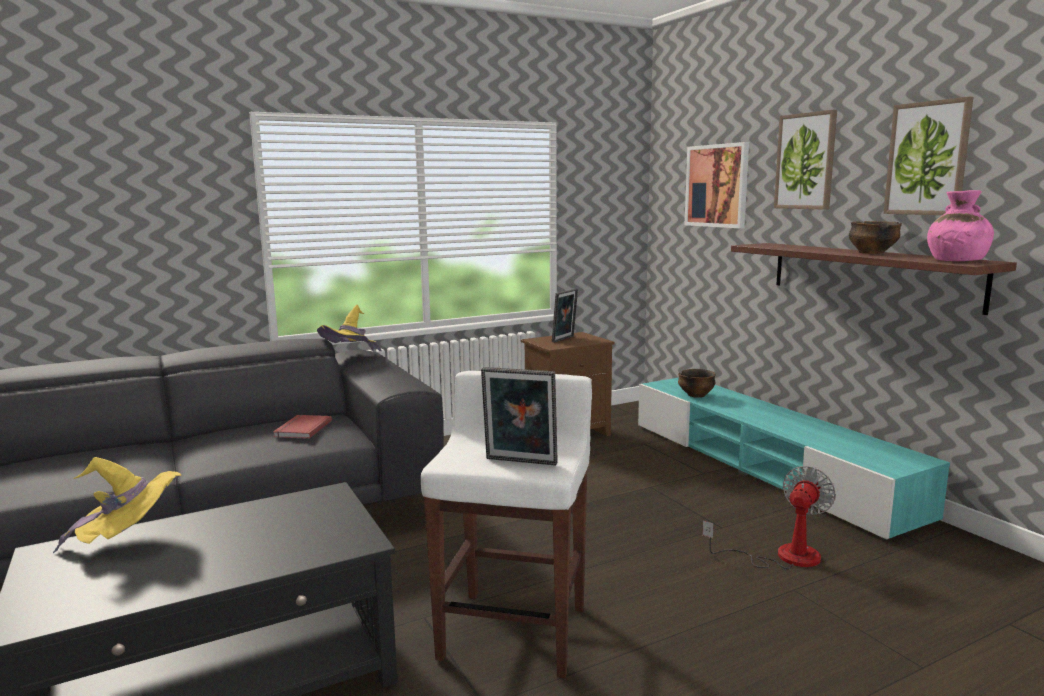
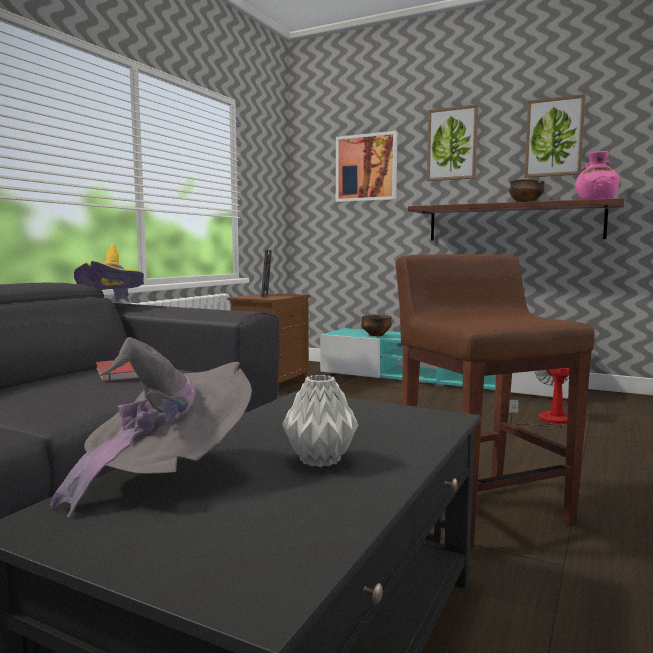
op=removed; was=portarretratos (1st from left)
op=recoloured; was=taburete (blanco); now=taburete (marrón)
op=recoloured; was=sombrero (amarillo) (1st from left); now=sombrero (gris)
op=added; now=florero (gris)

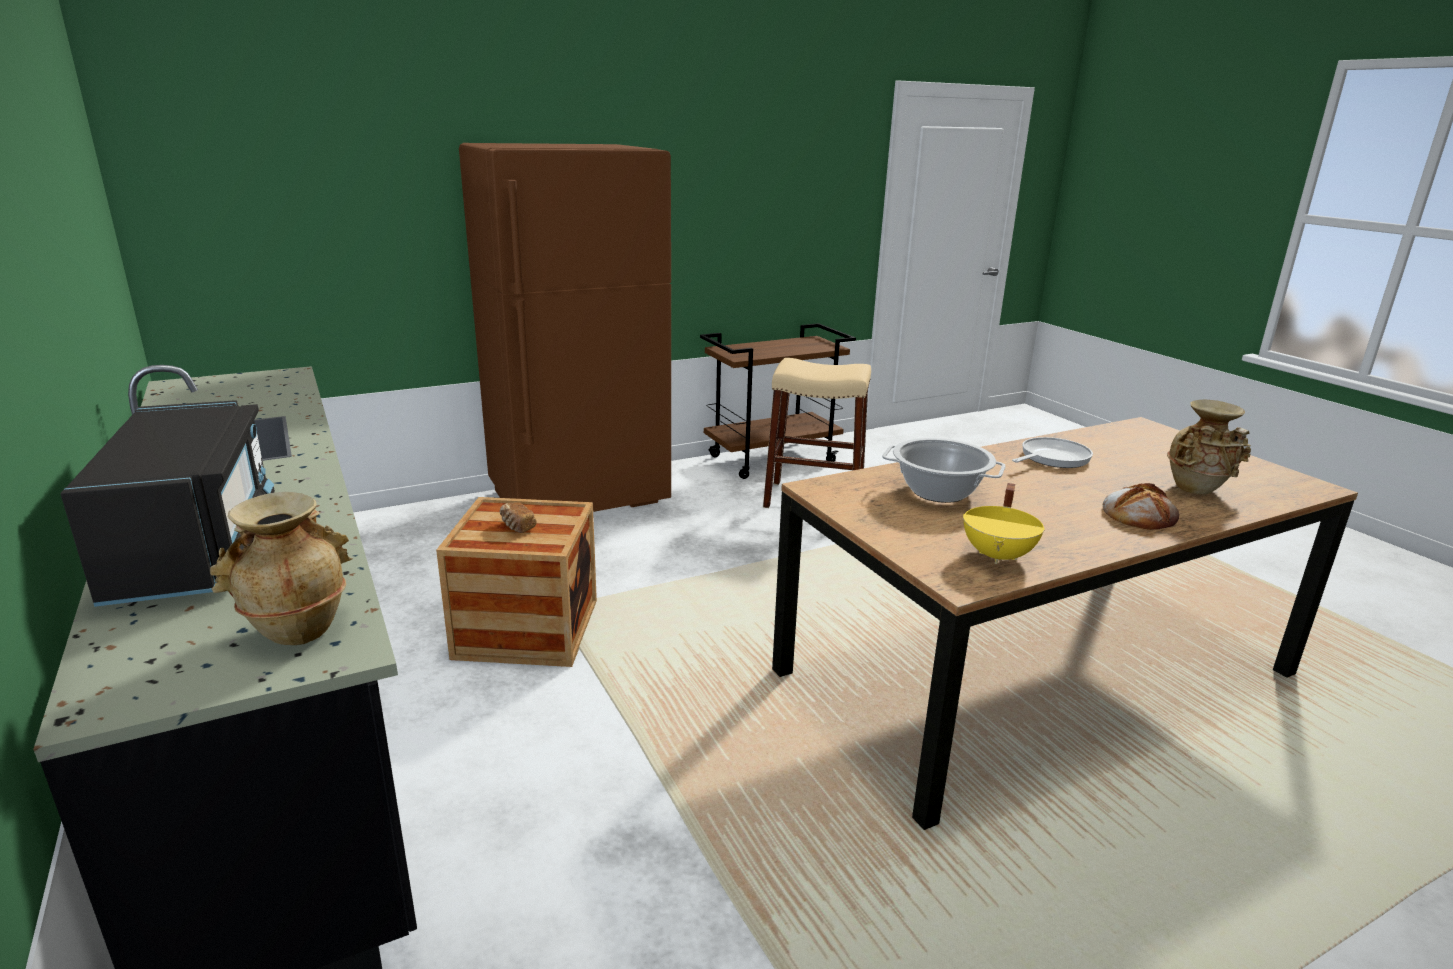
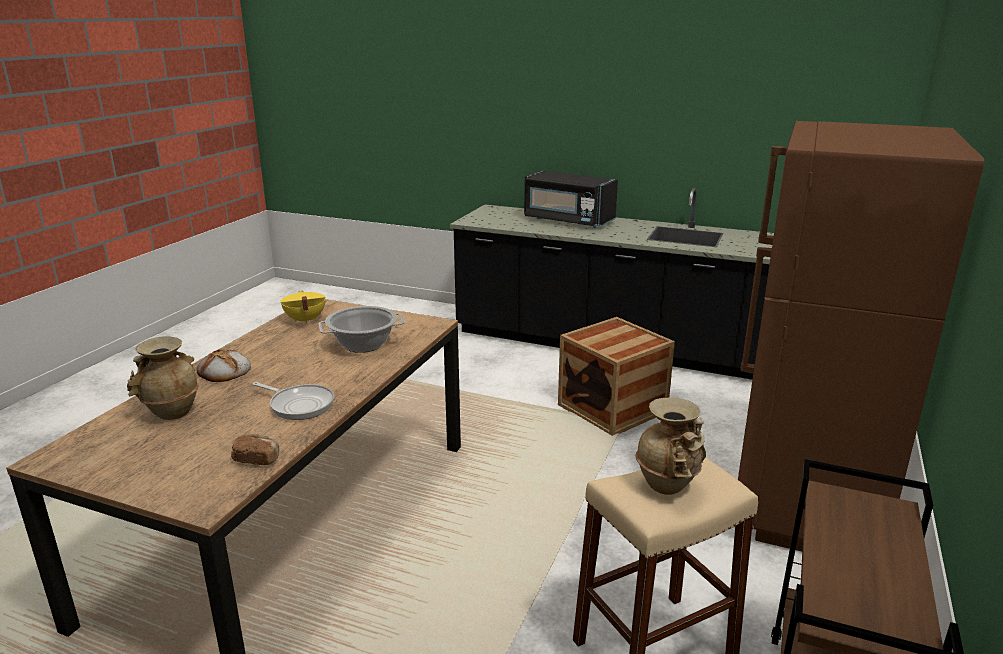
op=turned; was=sartén; clockwise=-75
op=moved; was=florero (beis) (1st from left in the first image); now=florero (beis) (2nd from left)
op=moved; was=pan (1st from left in the first image); now=pan (2nd from left)

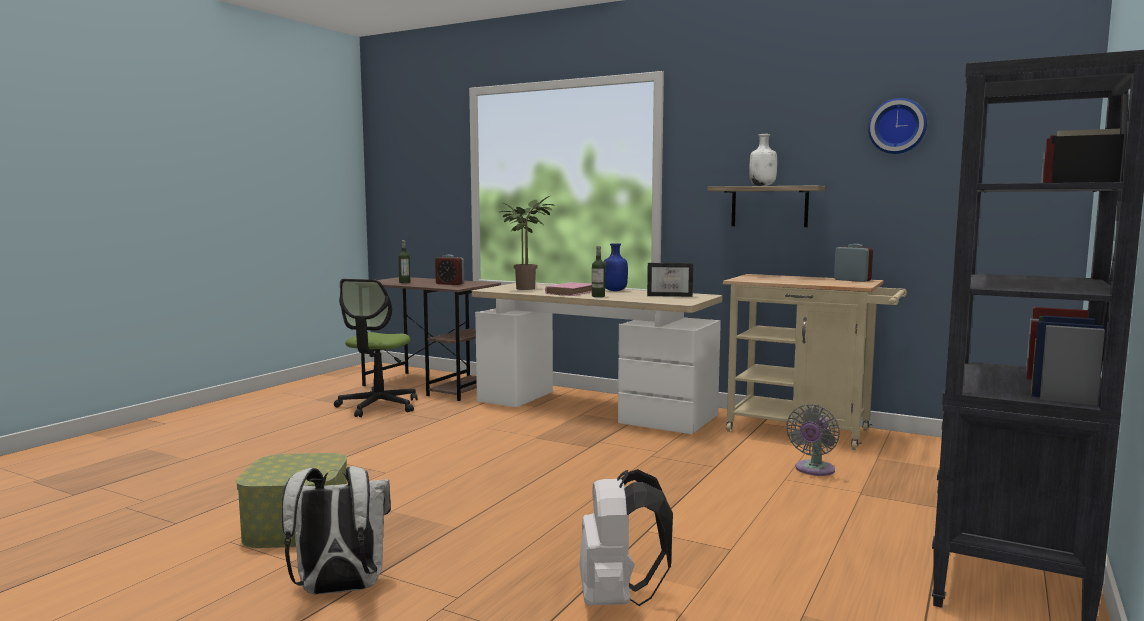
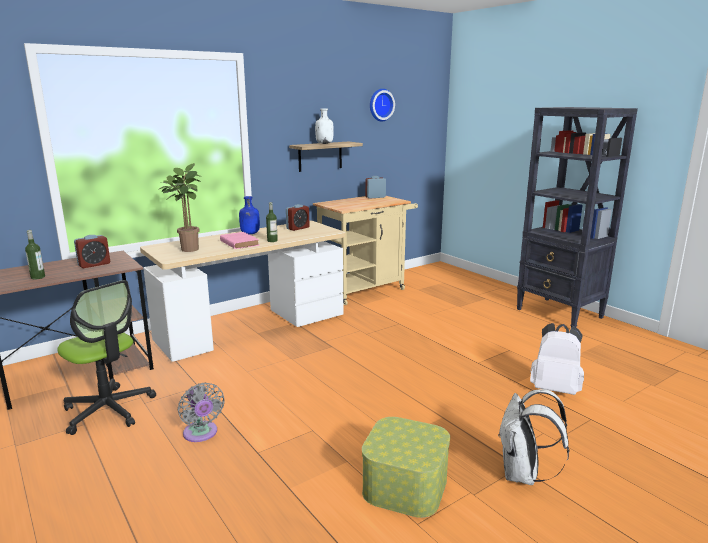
op=replaced; was=portarretratos; now=despertador (2nd from left)
op=moved; was=ventilador (gris)

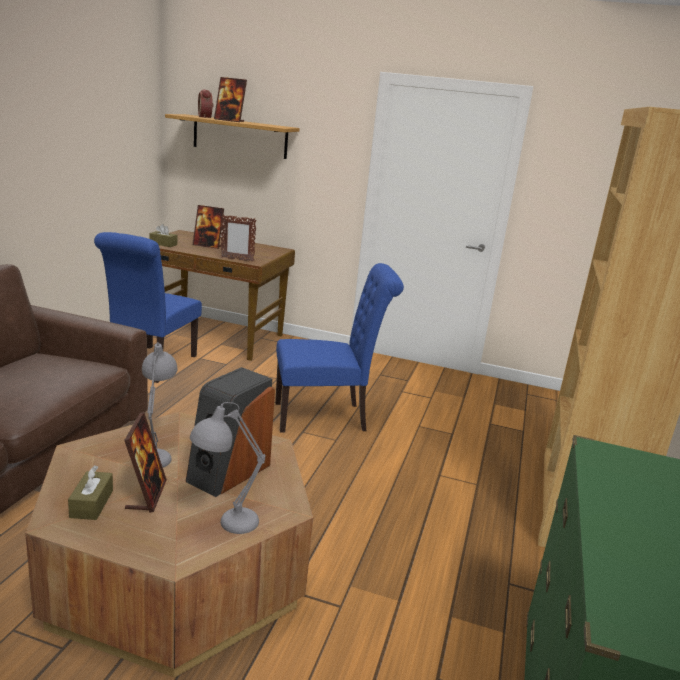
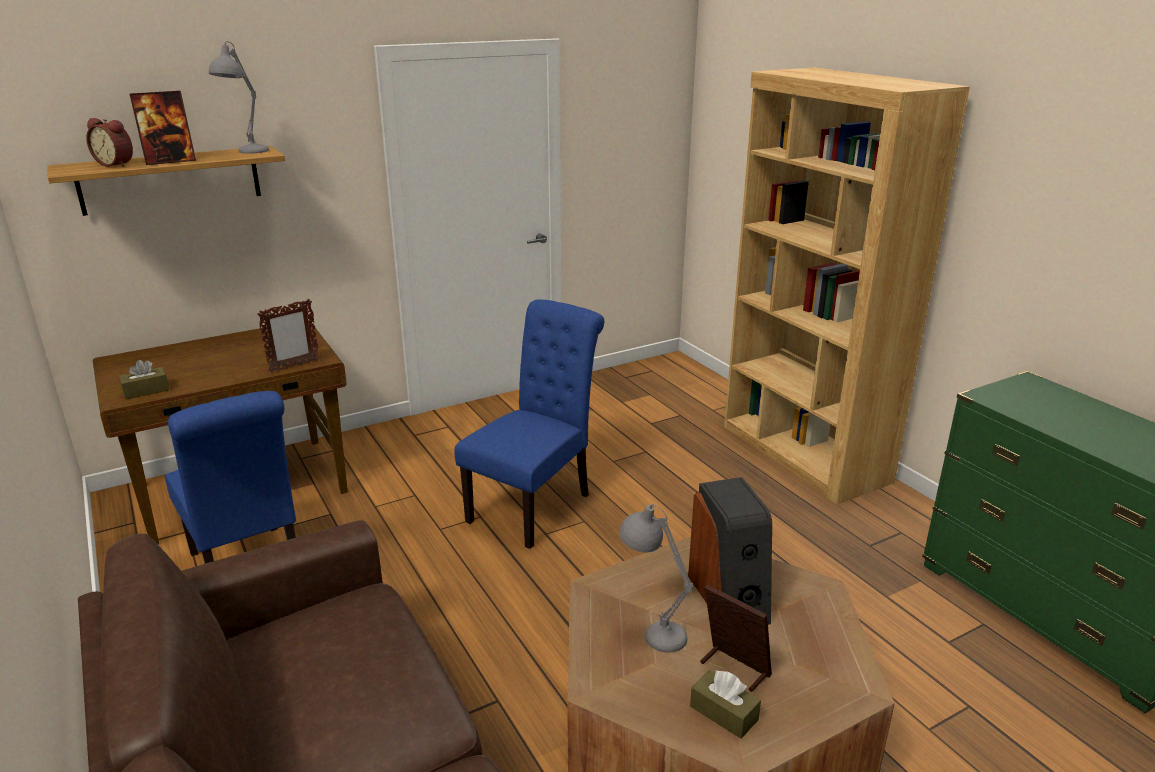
op=removed; was=portarretratos (2nd from left)
op=moved; was=lámpara de mesa (gris) (2nd from left in the first image); now=lámpara de mesa (gris) (1st from left)

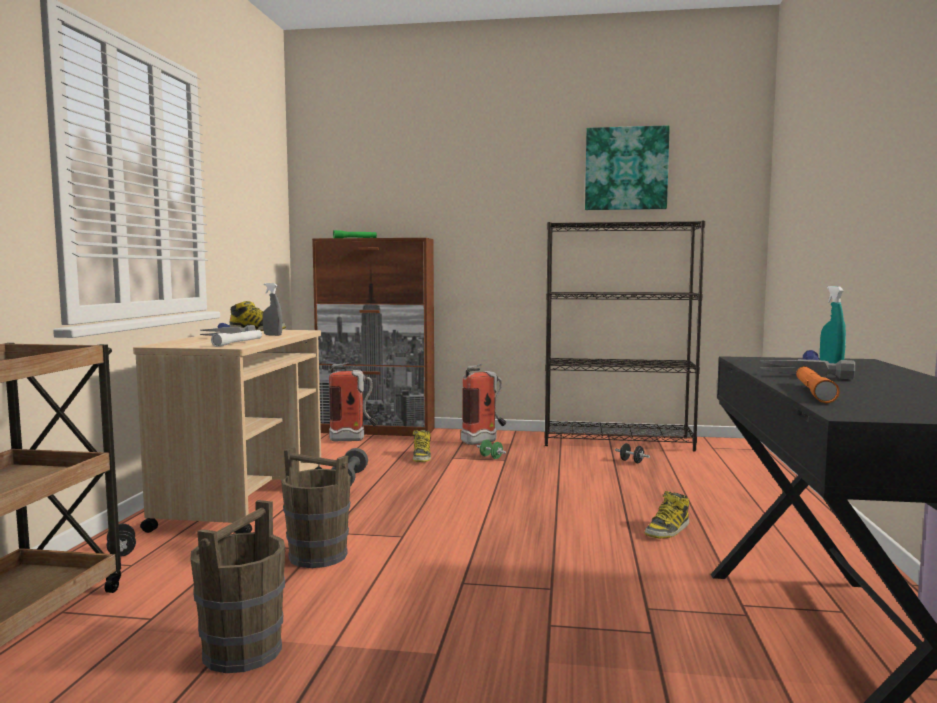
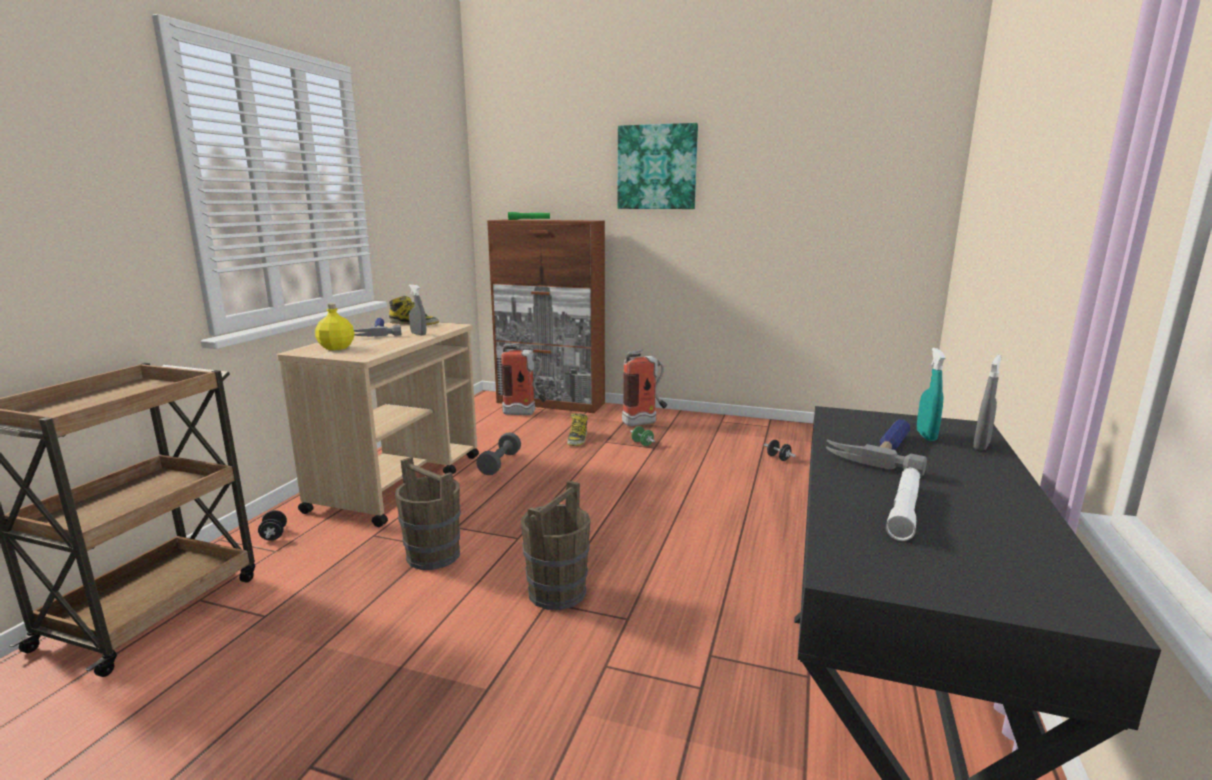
op=moved; was=cuadro
op=removed; was=estantería (negro)
op=moved; was=linterna (blanco)
op=removed; was=linterna (naranja)
op=removed; was=bota (3rd from left)
op=moved; was=cubo (marrón) (1st from left in the first image); now=cubo (marrón) (2nd from left)
op=added; now=botella (amarillo)
op=added; now=pulverizador (gris) (2nd from left)

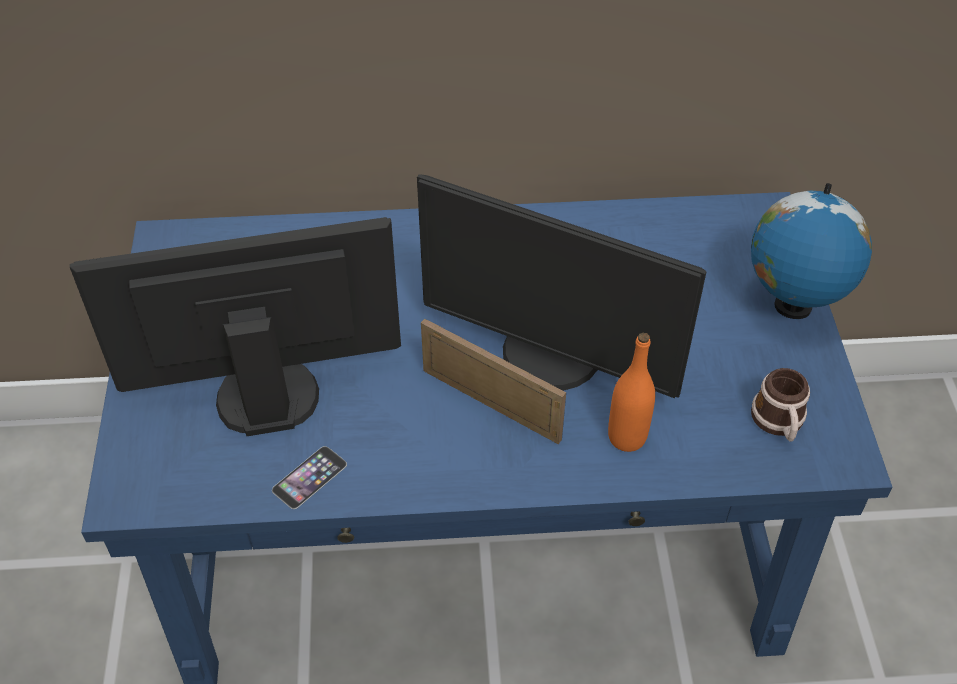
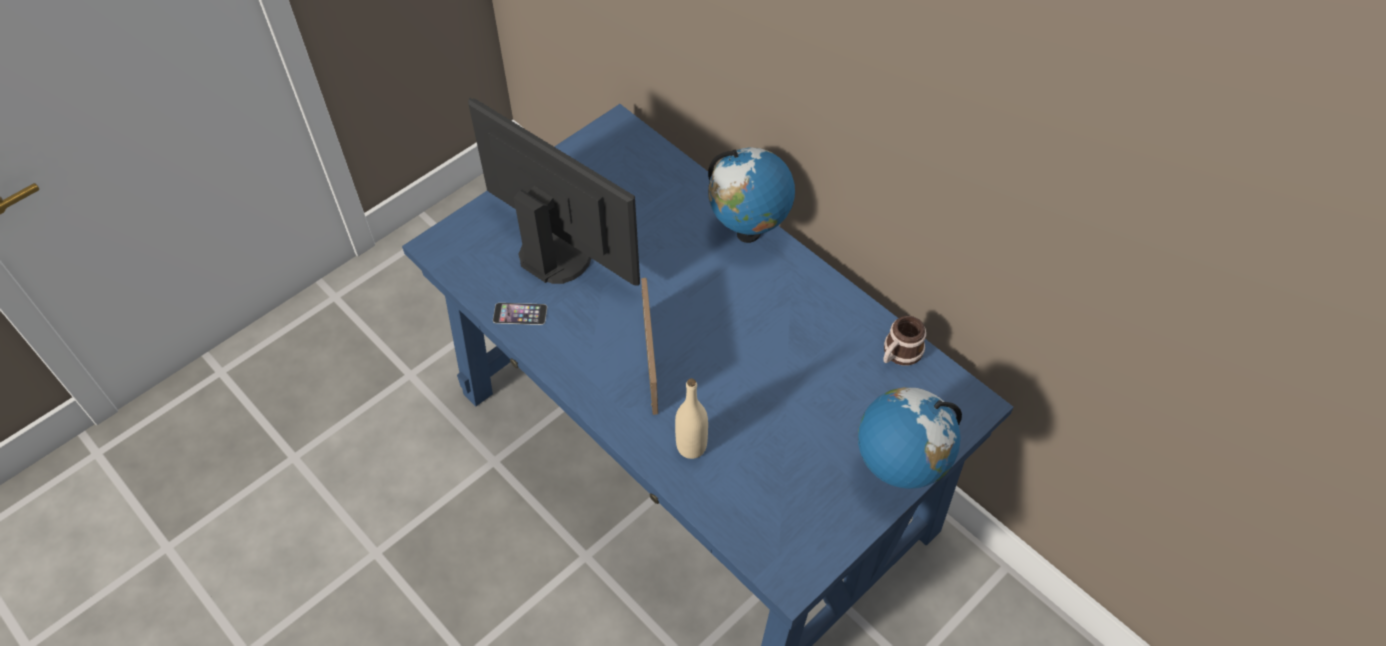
op=removed; was=monitor (2nd from left)
op=recoloured; was=botella (naranja); now=botella (beis)
op=moved; was=taza grande
op=added; now=globo terráqueo (1st from left)

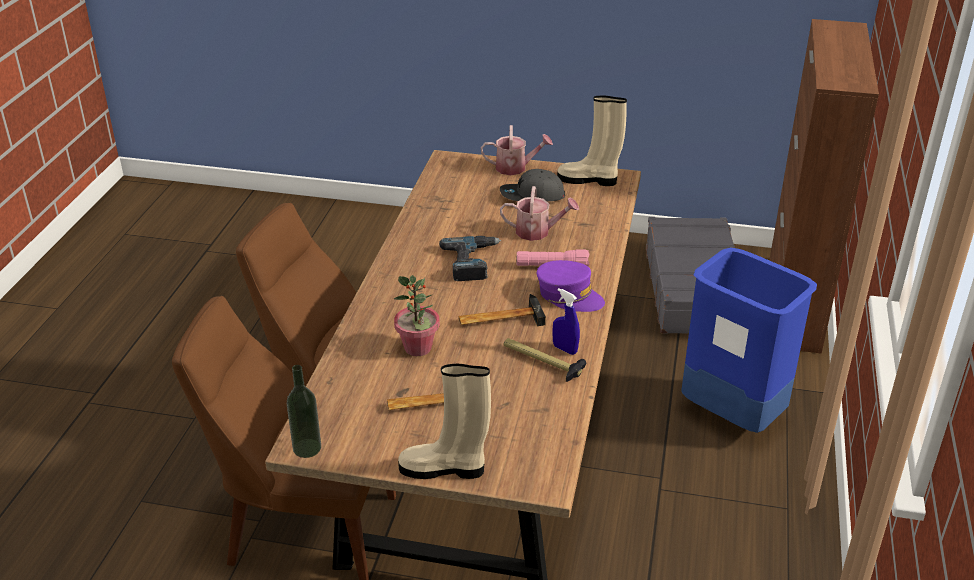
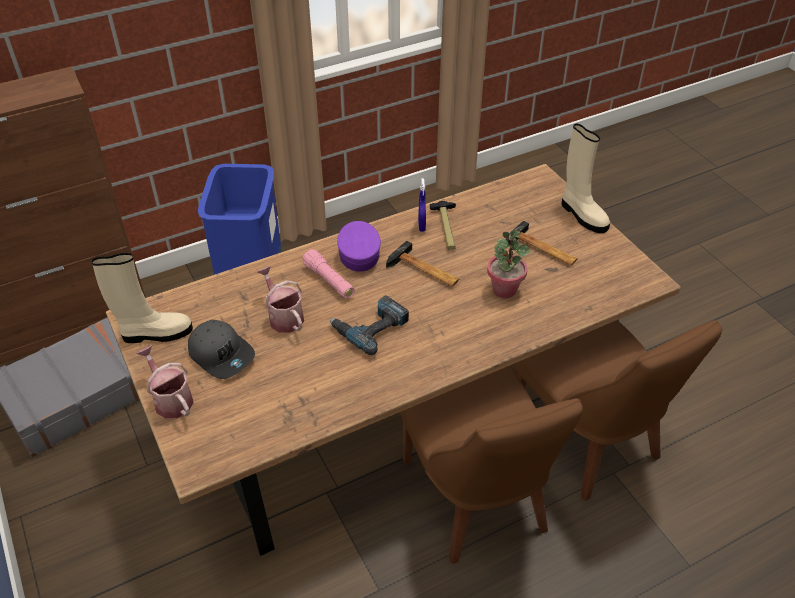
op=turned; was=bota (beis) (2nd from left in the first image); clockwise=-75
op=removed; was=botella

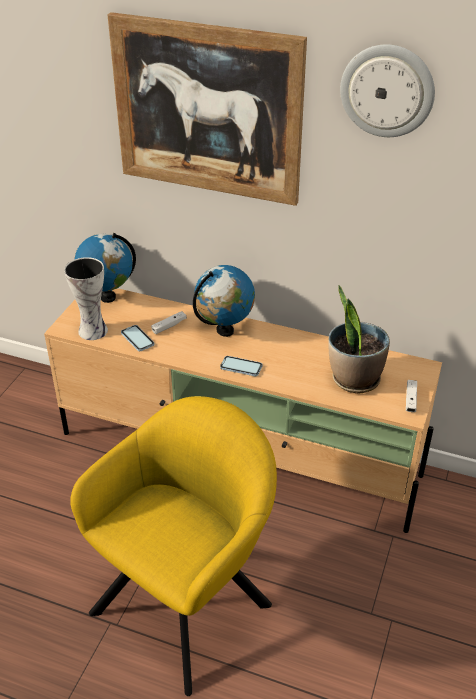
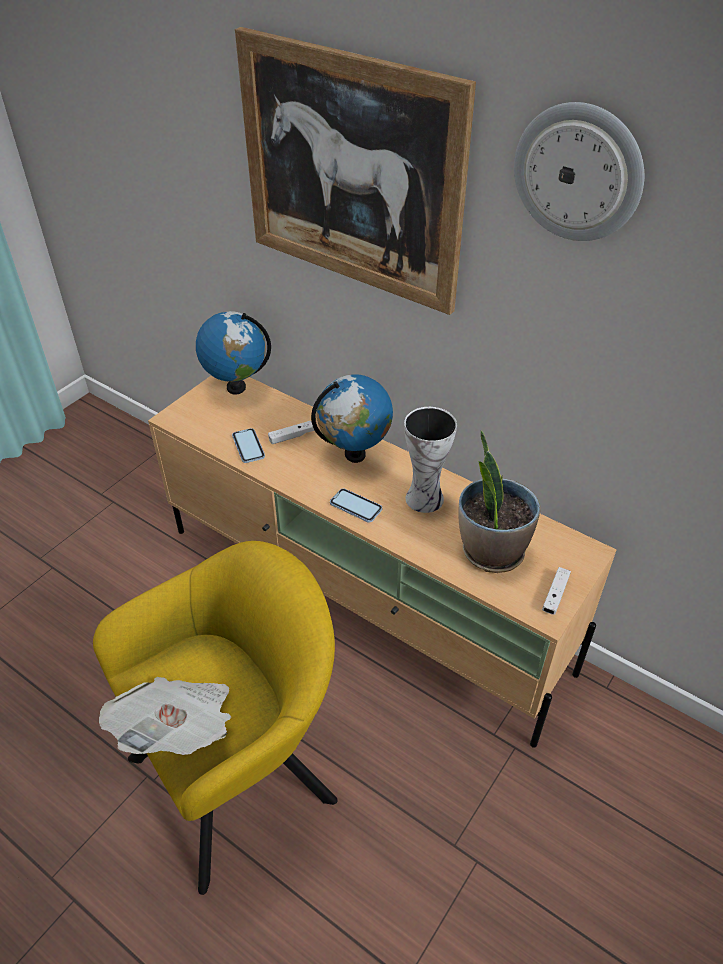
op=moved; was=florero
op=added; now=periódico

